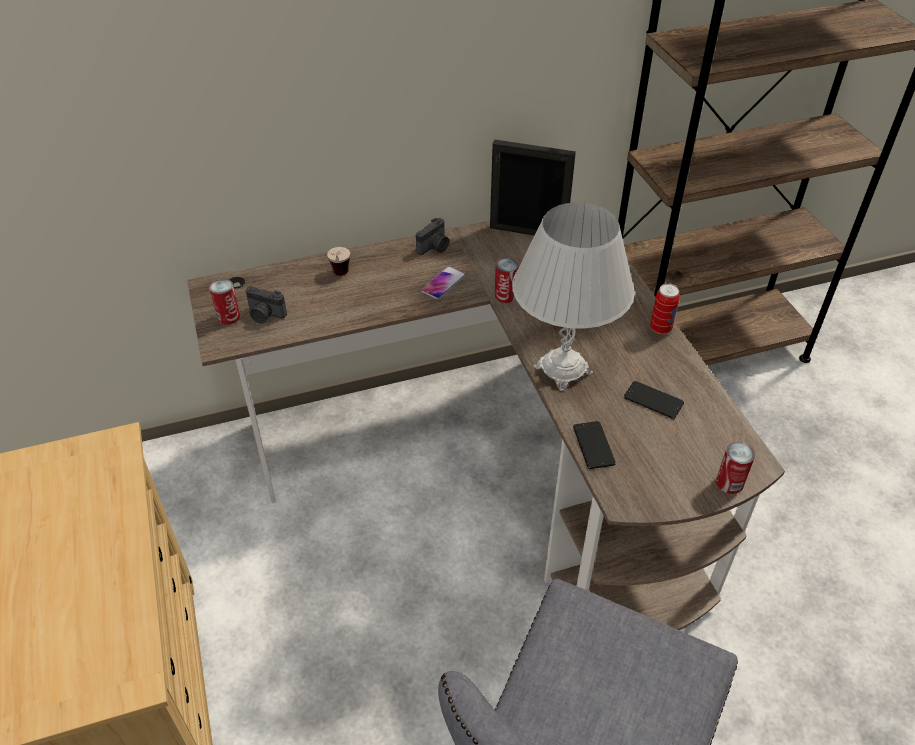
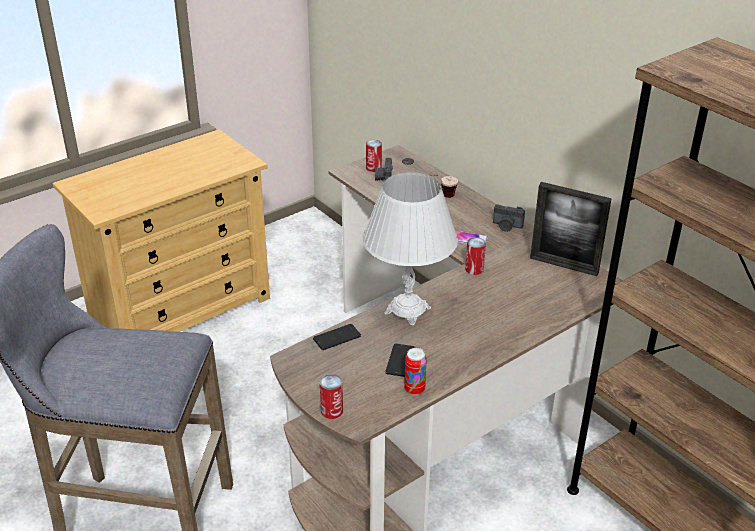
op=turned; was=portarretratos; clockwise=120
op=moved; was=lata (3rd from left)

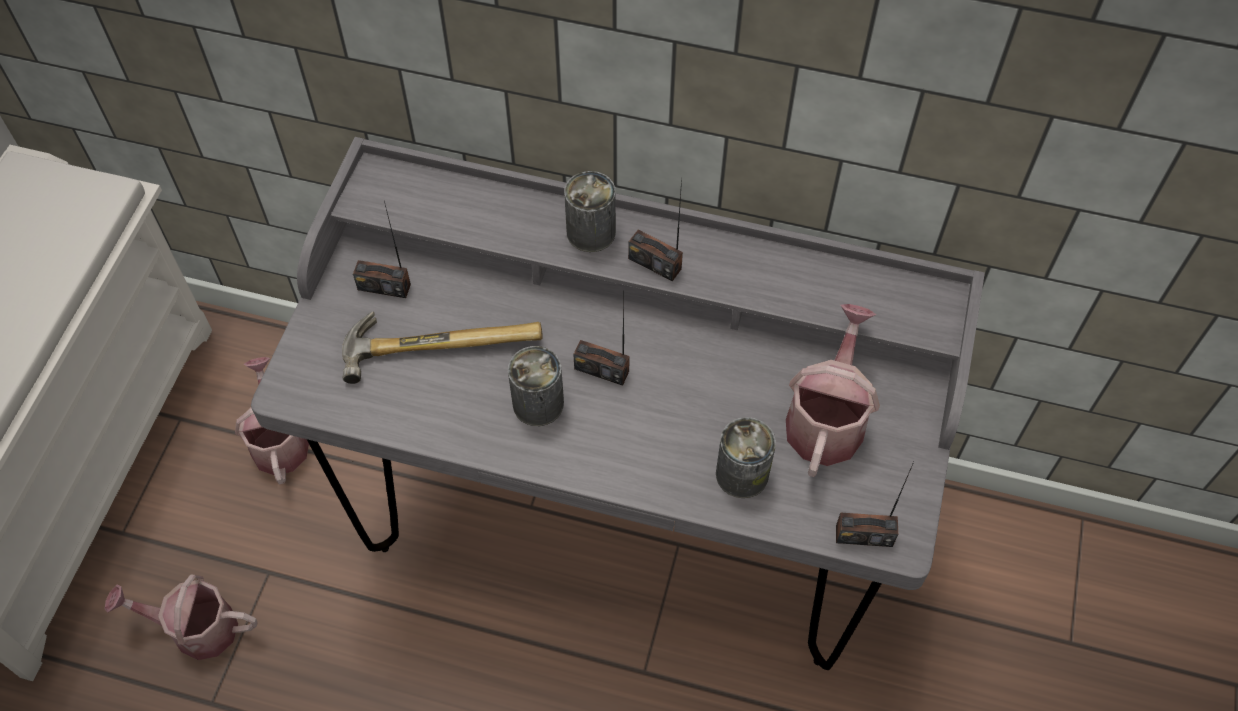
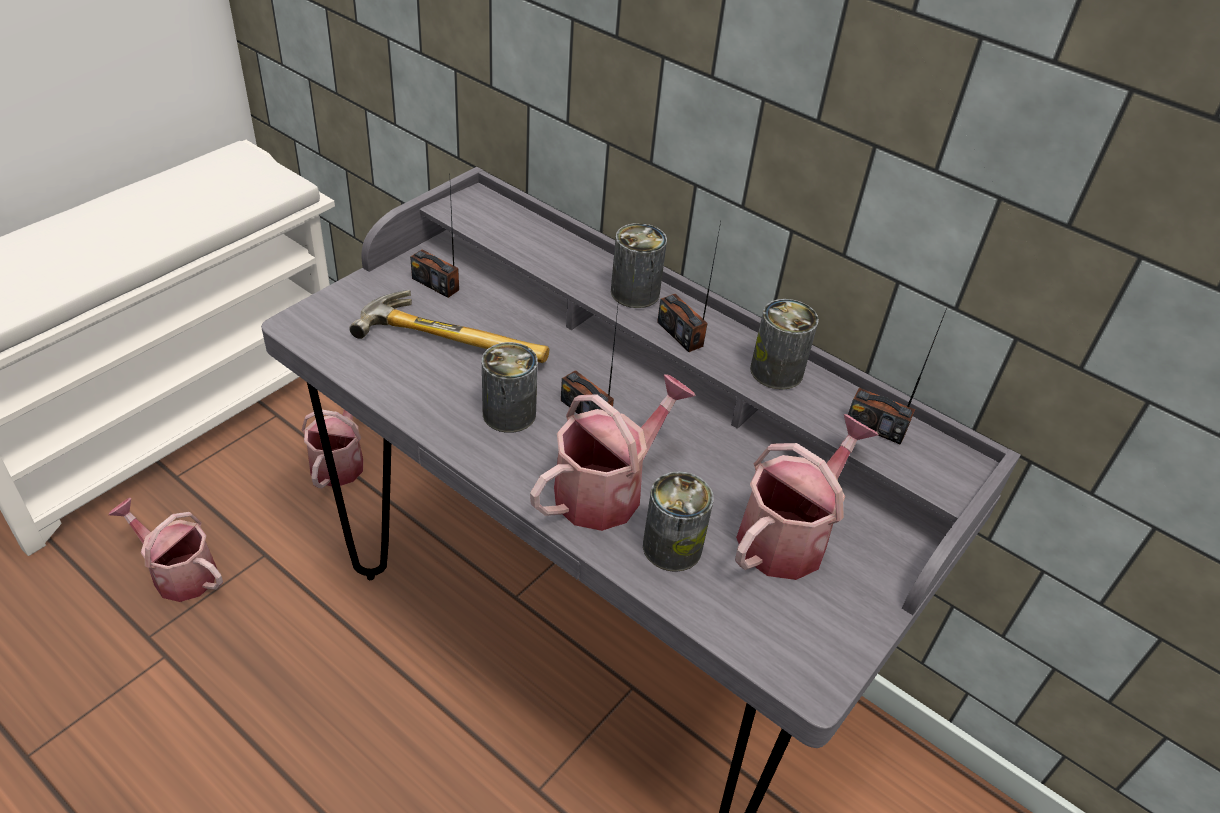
op=moved; was=radio (4th from left)
op=added; now=lata (4th from left)
op=added; now=regadera (3rd from left)

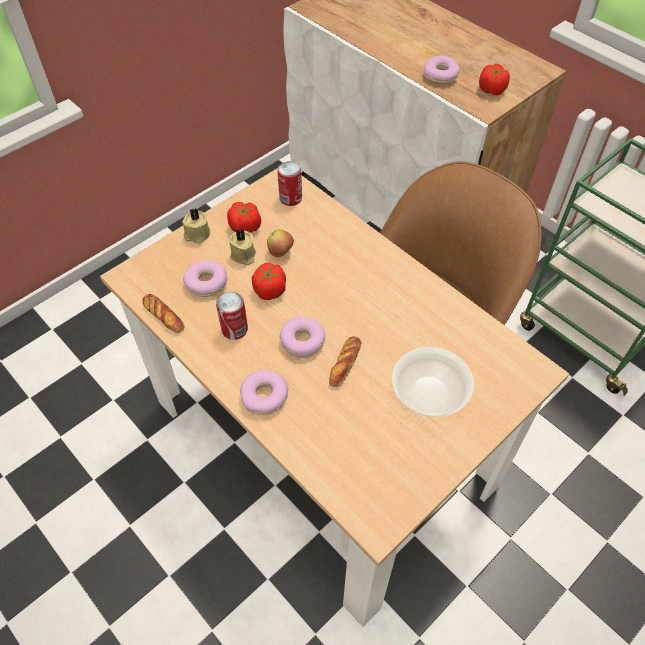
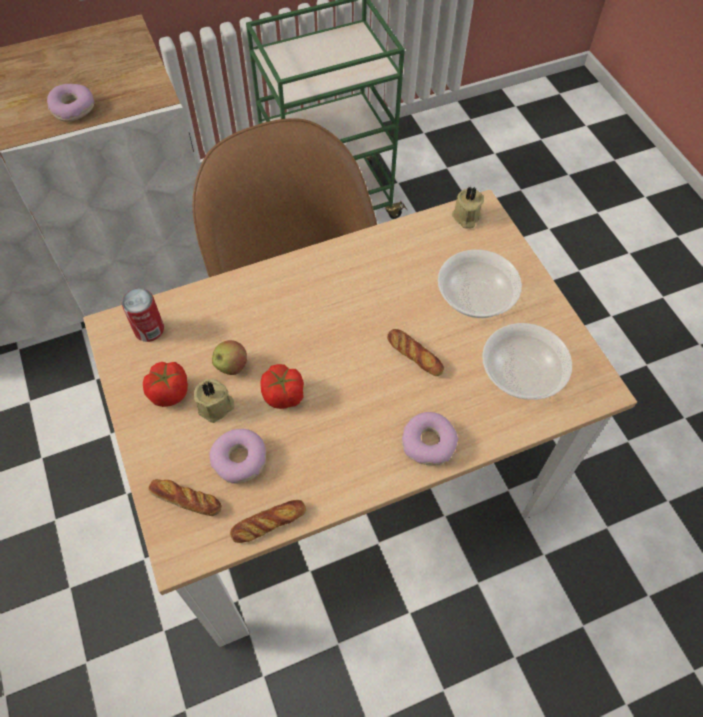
op=removed; was=tomate (3rd from left)
op=moved; was=vela (beis) (1st from left in the first image); now=vela (beis) (2nd from left)
op=removed; was=lata (1st from left)
op=removed; was=rosquilla (3rd from left)
op=added; now=cuenco (2nd from left)
op=added; now=pan (1st from left)

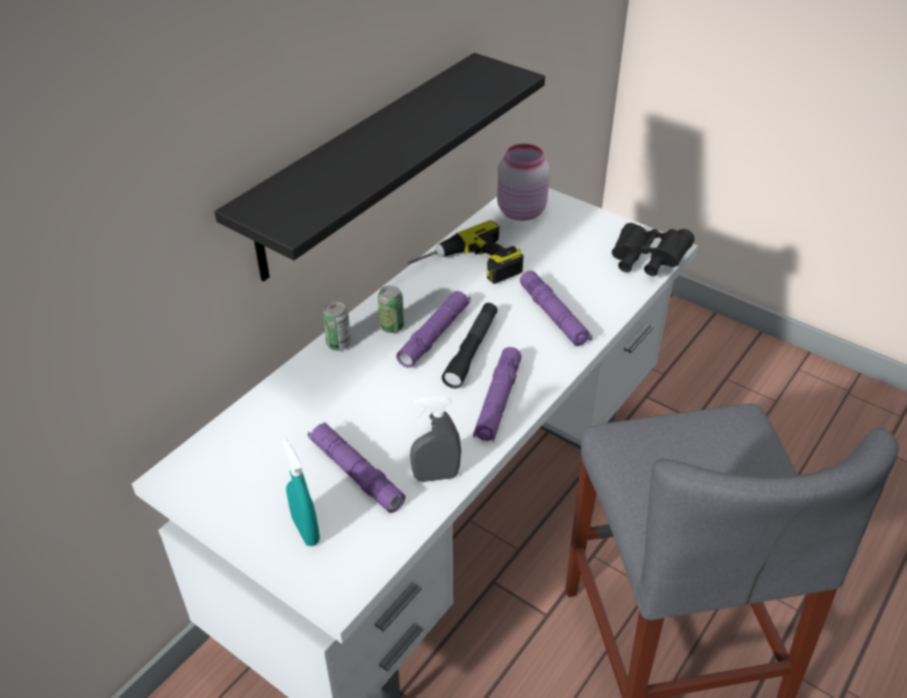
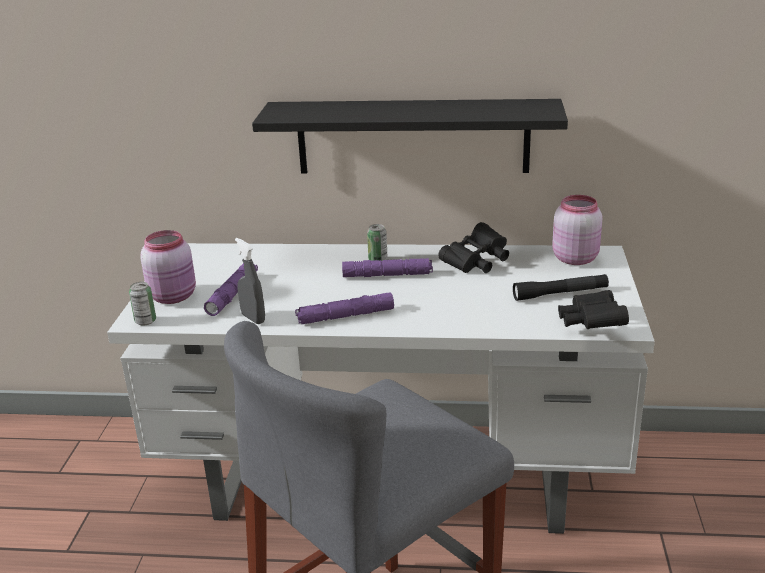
op=replaced; was=taladro; now=prismáticos (negro) (1st from left)
op=removed; was=linterna (morado) (4th from left)
op=moved; was=lata (1st from left)
op=moved; was=linterna (negro)
op=replaced; was=pulverizador (turquesa); now=tarro (rosa) (1st from left)

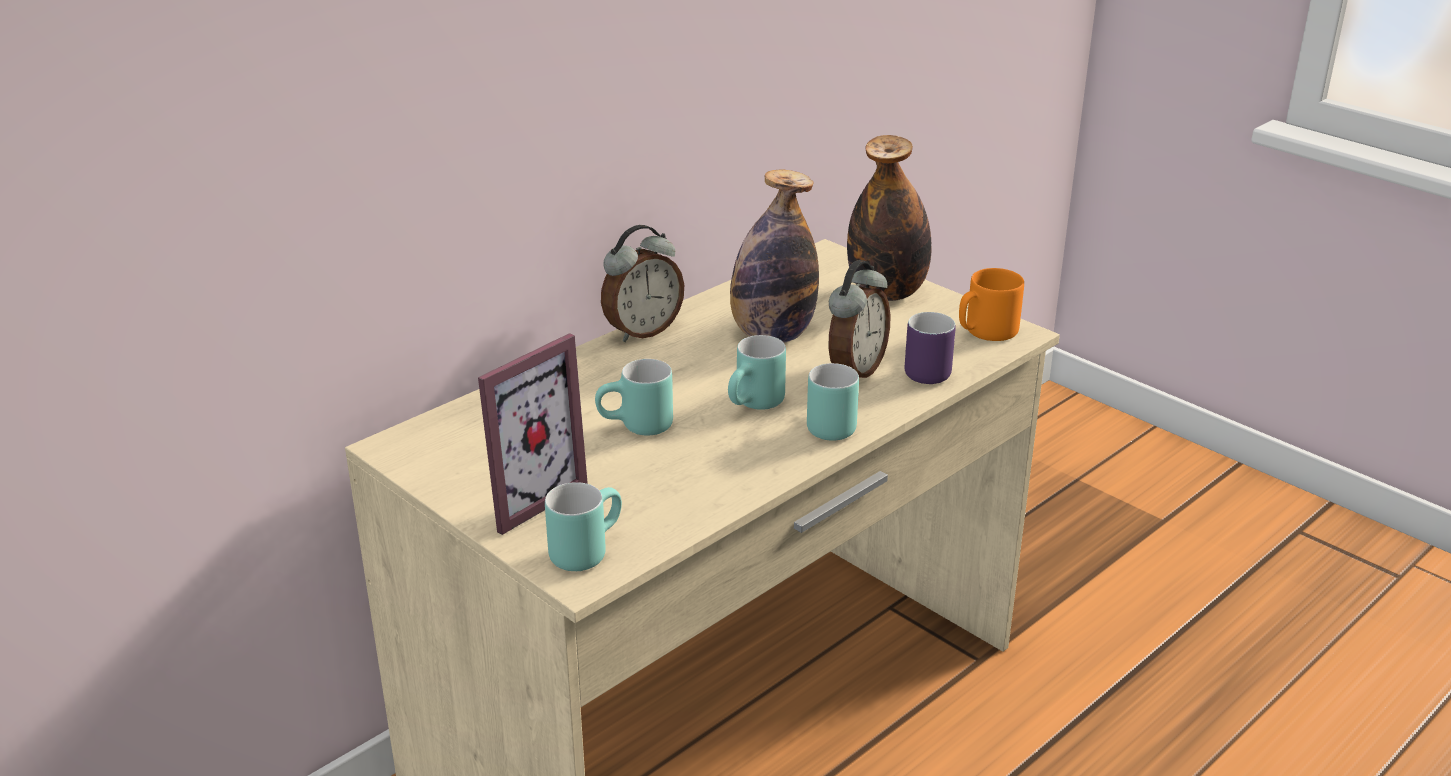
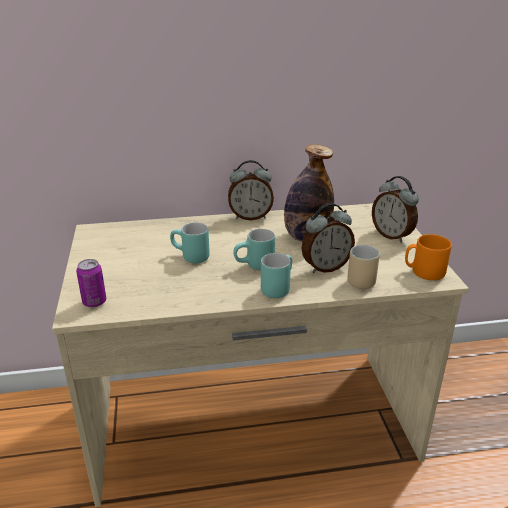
op=replaced; was=botella (2nd from left); now=despertador (3rd from left)
op=recoloured; was=taza grande (morado); now=taza grande (beis)
op=removed; was=portarretratos
op=replaced; was=taza grande (turquesa) (1st from left); now=lata

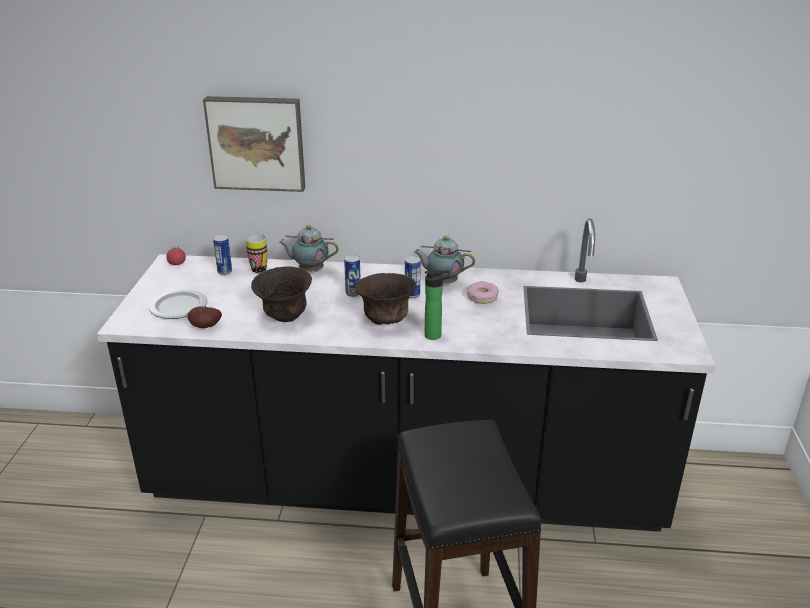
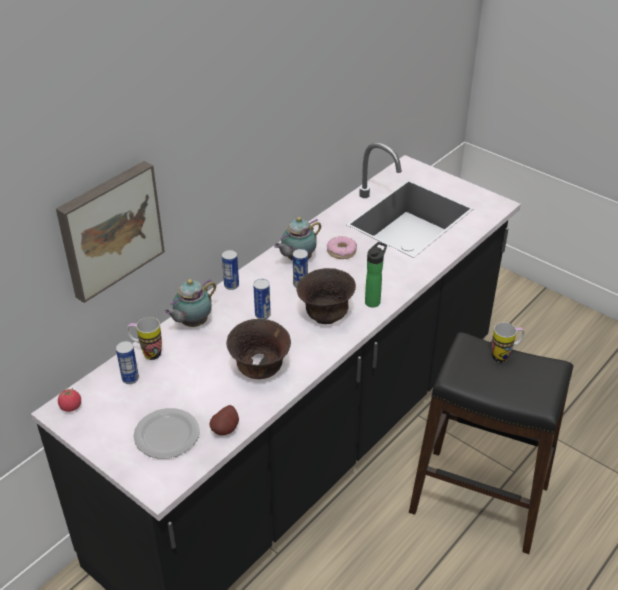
op=added; now=lata (2nd from left)
op=added; now=taza grande (2nd from left)

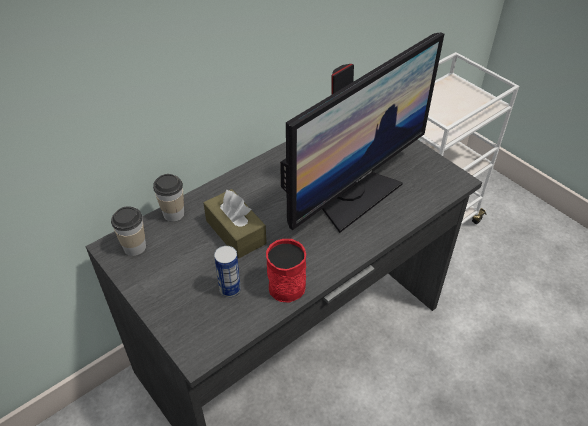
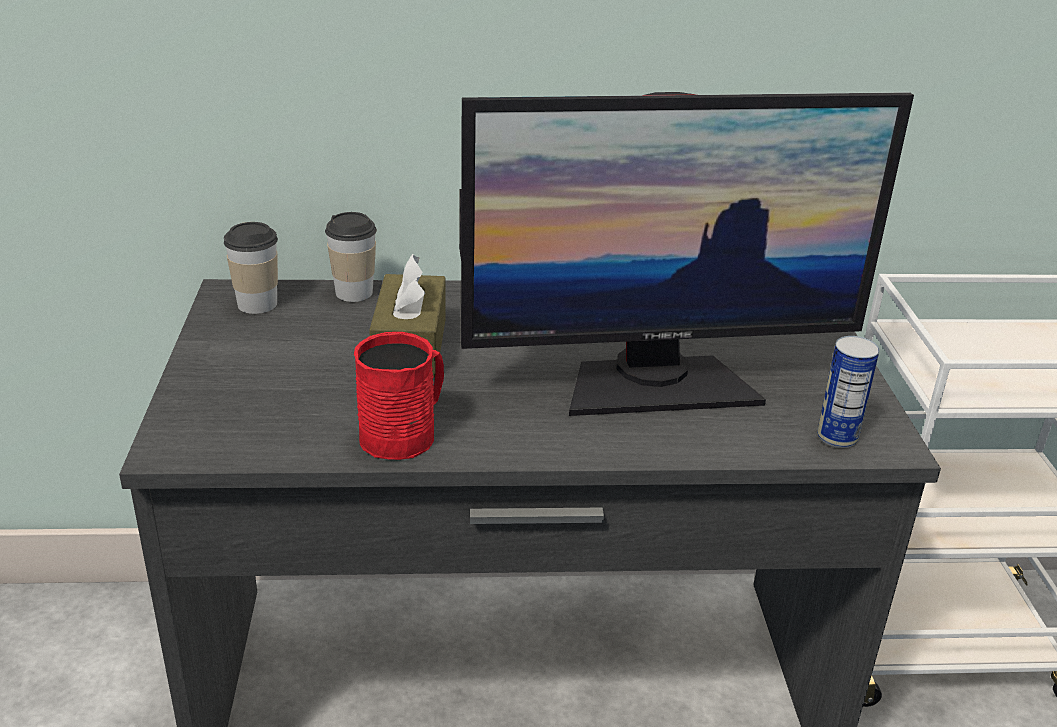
op=moved; was=lata

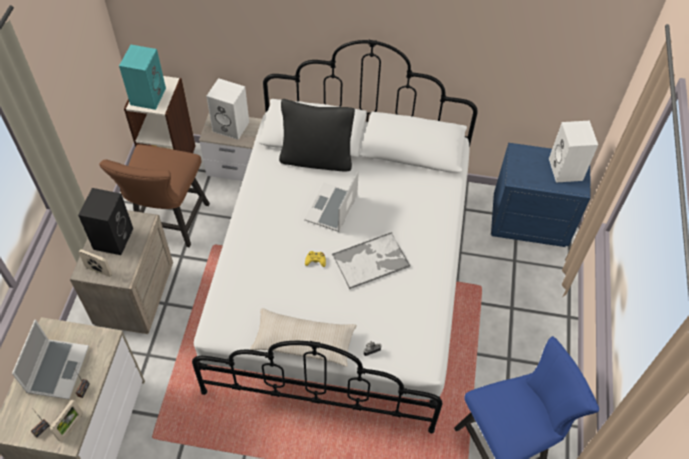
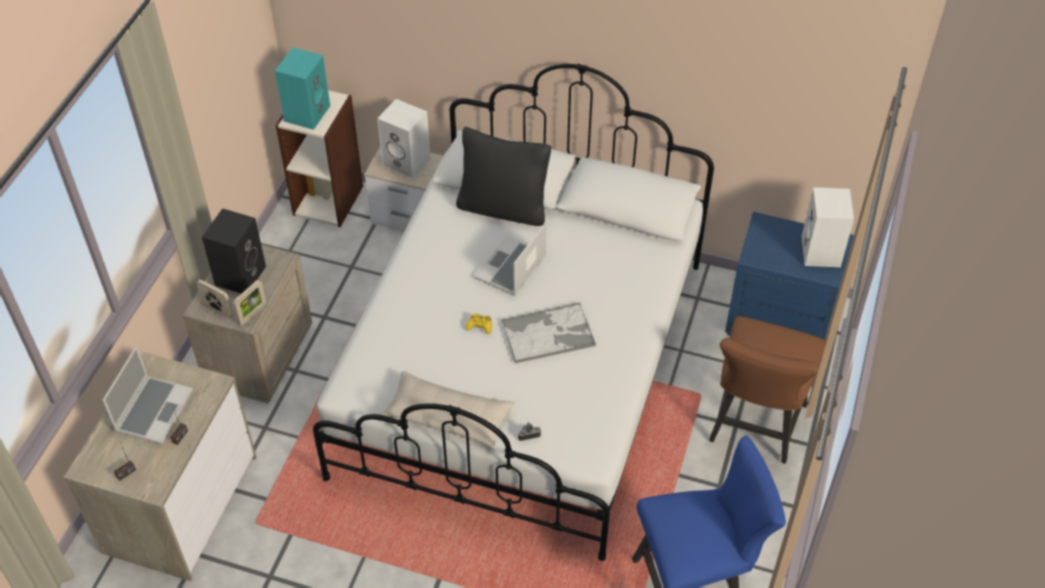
op=moved; was=silla (marrón)
op=moved; was=portarretratos (1st from left in the first image); now=portarretratos (2nd from left)

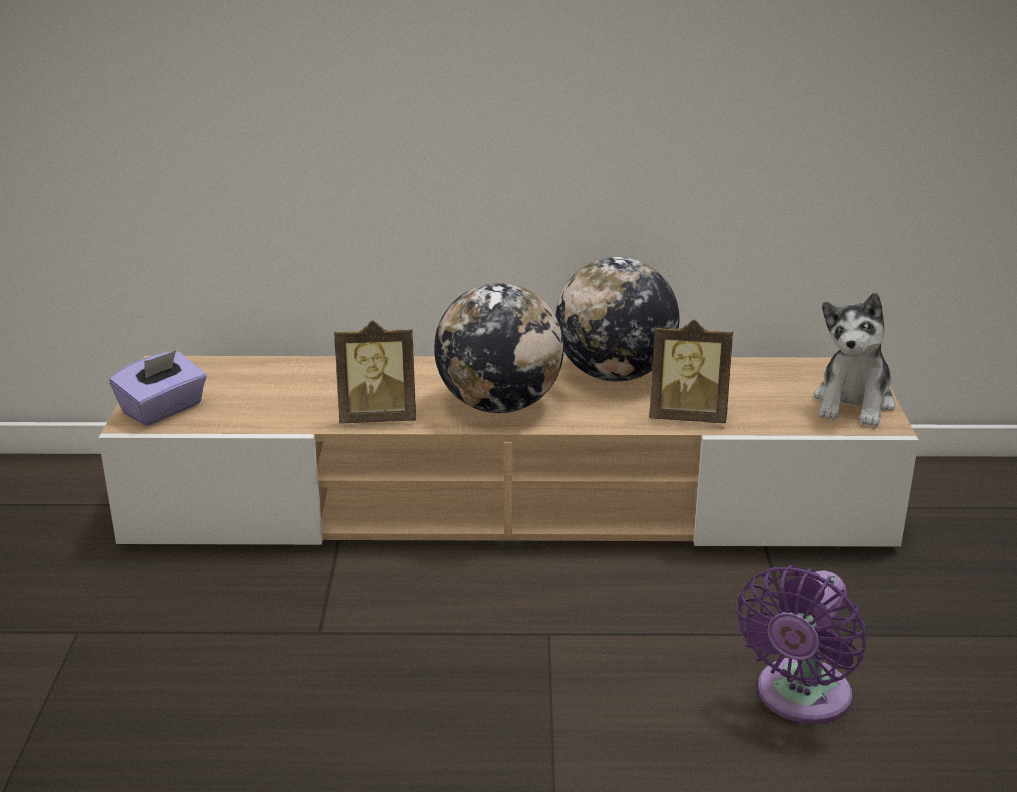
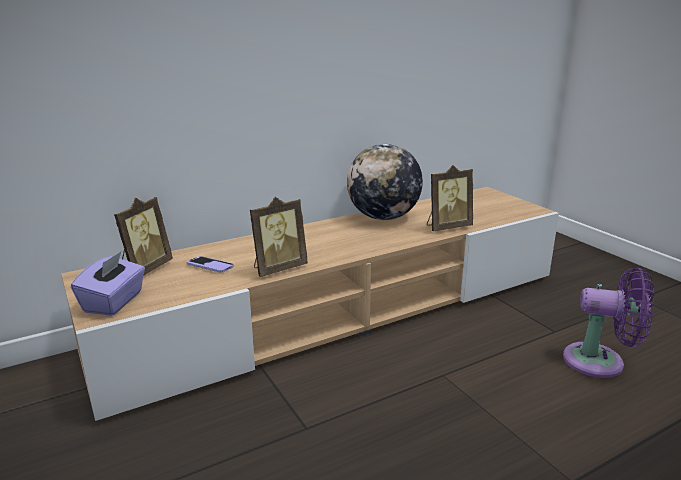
op=removed; was=globo terráqueo (1st from left)
op=removed; was=peluche
op=turned; was=ventilador (morado); clockwise=-75
op=added; now=portarretratos (1st from left)
op=added; now=móvil

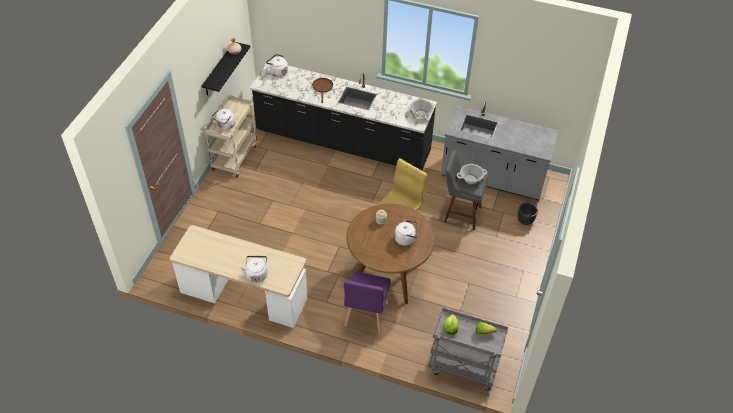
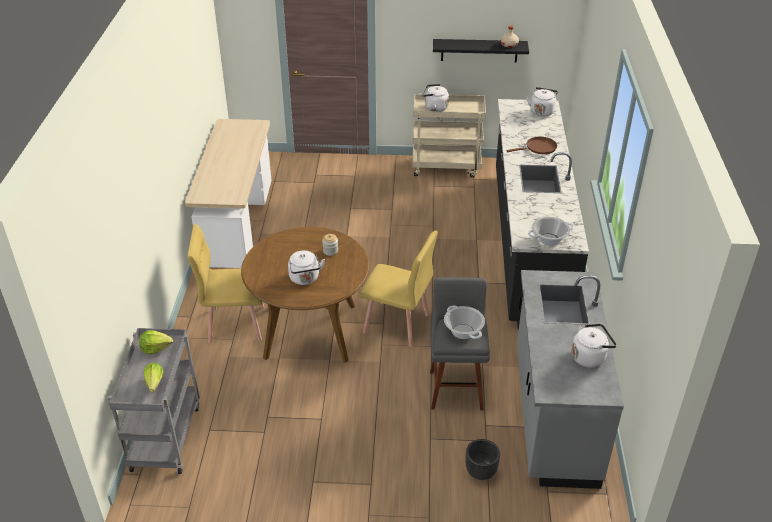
op=moved; was=hervidor (blanco) (2nd from left in the first image); now=hervidor (blanco) (4th from left)
op=recoloured; was=silla (morado); now=silla (amarillo) (1st from left)

